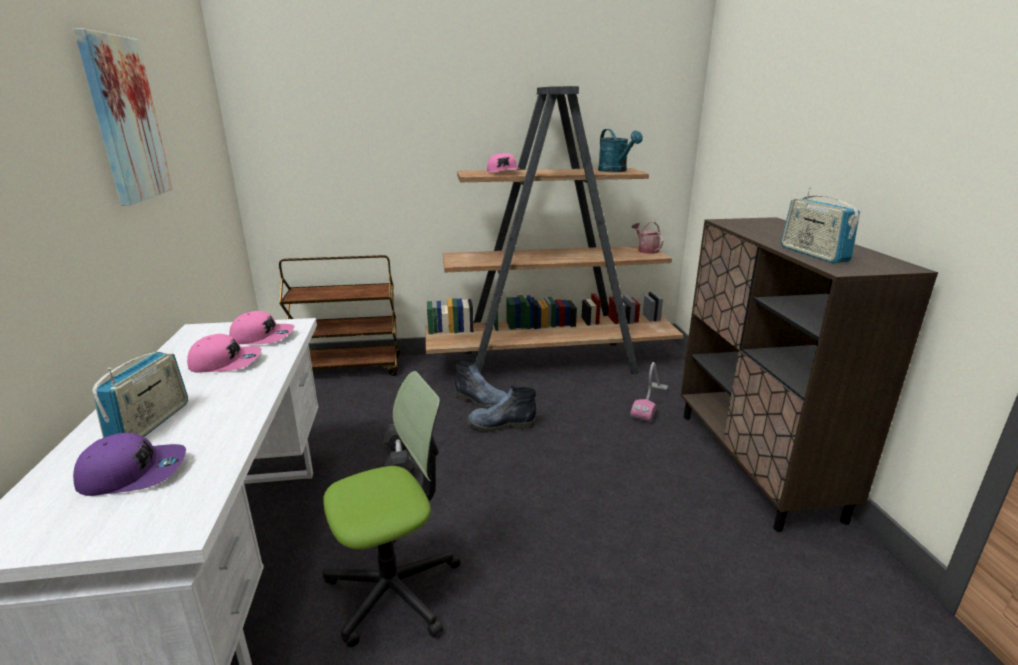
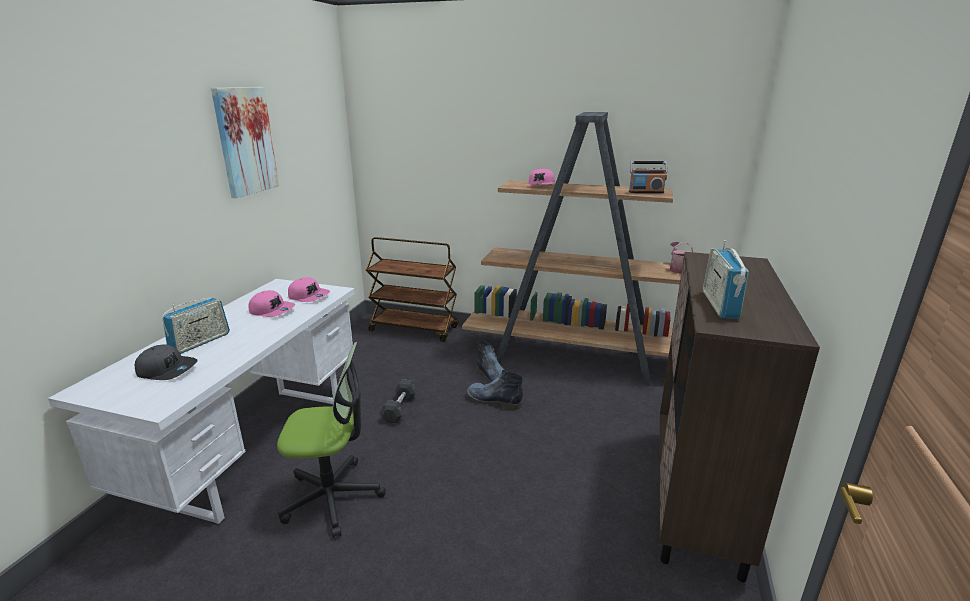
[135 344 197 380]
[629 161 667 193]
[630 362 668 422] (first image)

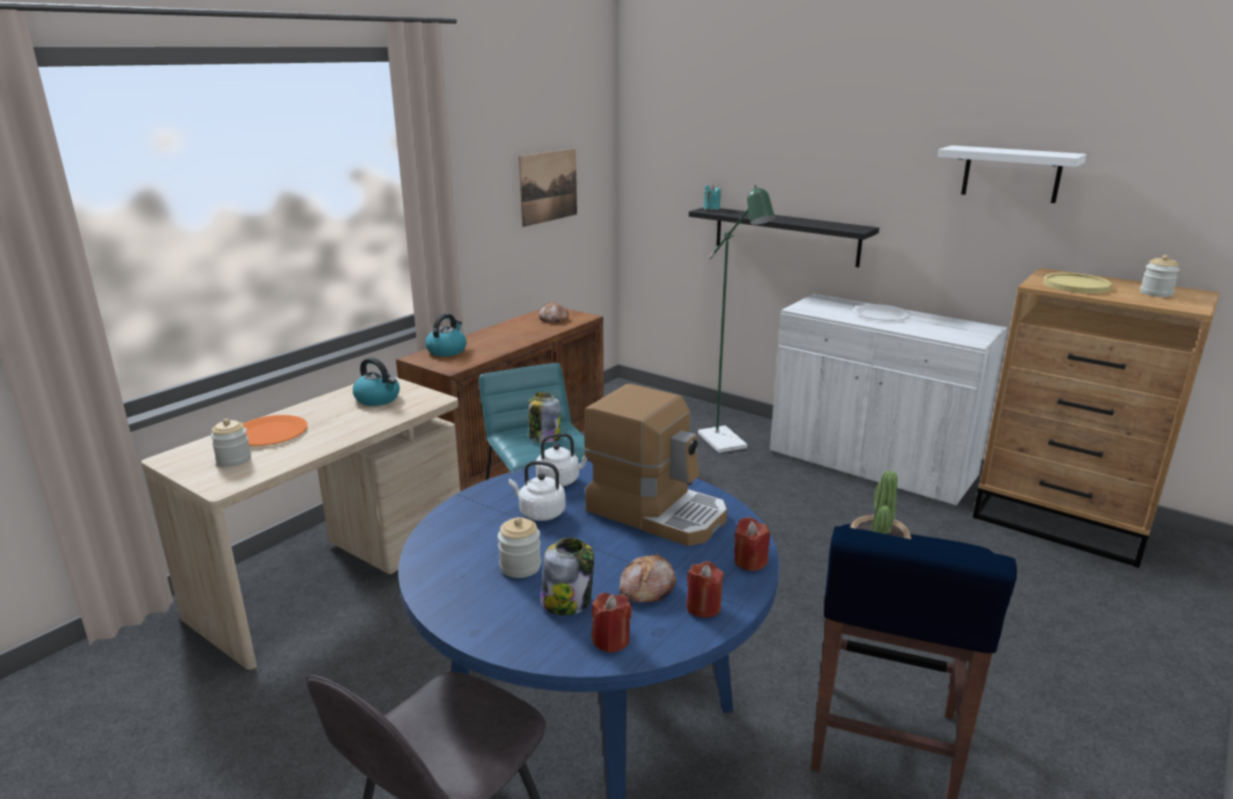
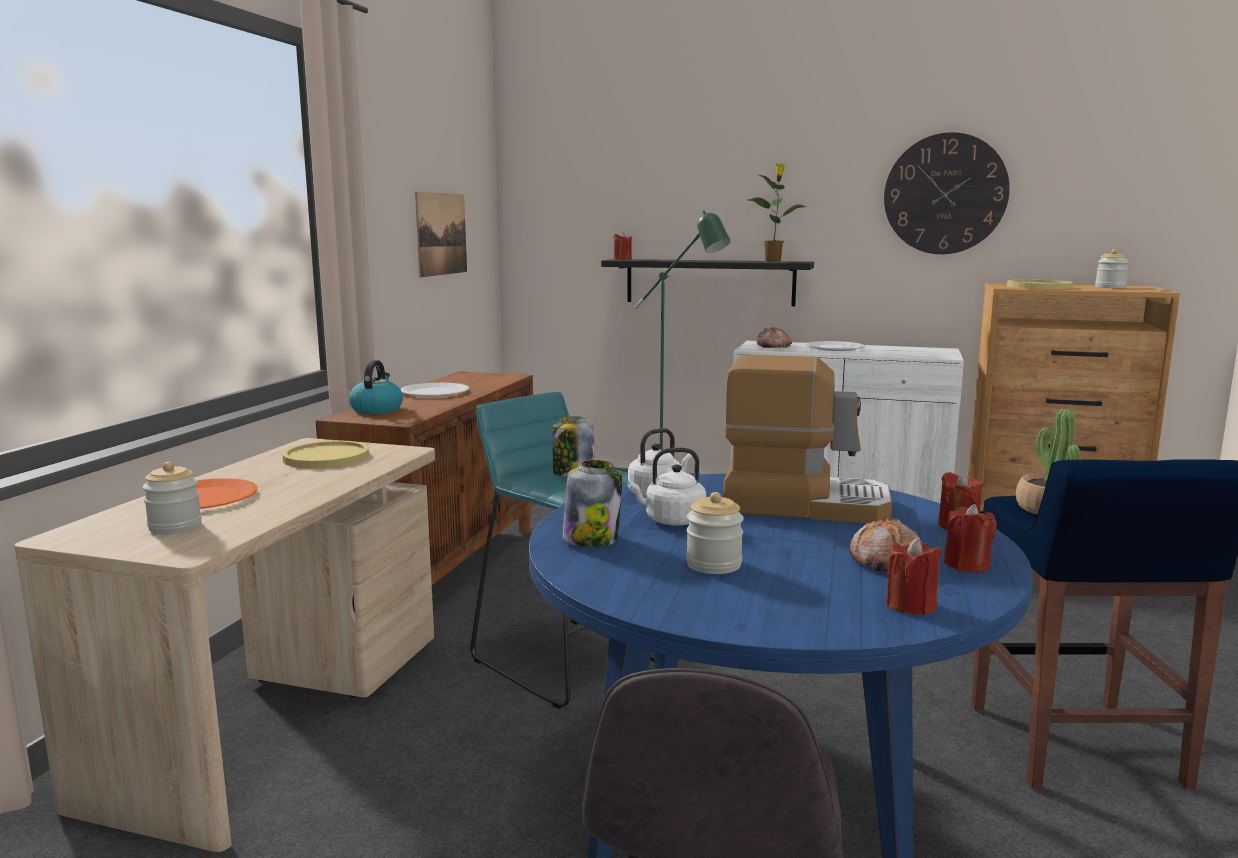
[282 441 369 468]
[400 383 469 397]
[562 460 622 547]
[614 232 632 260]
[749 163 807 262]
[757 327 792 348]
[884 132 1010 254]

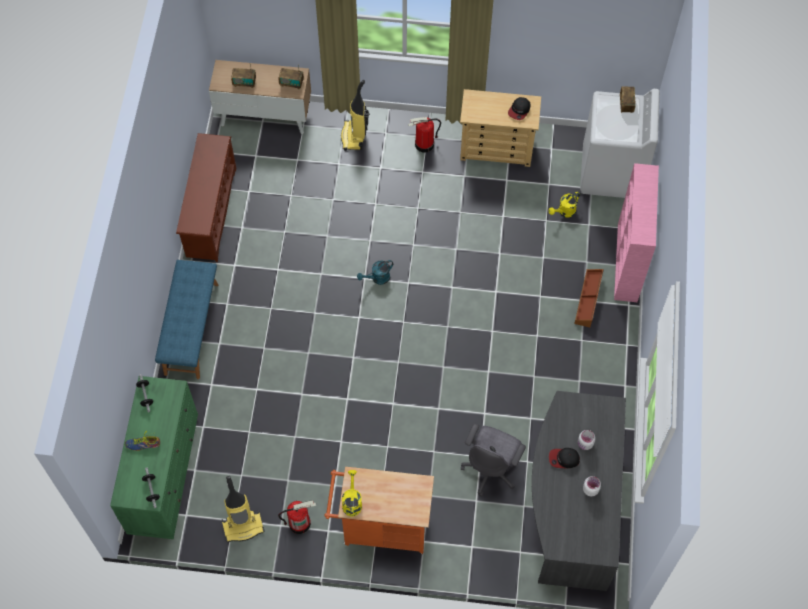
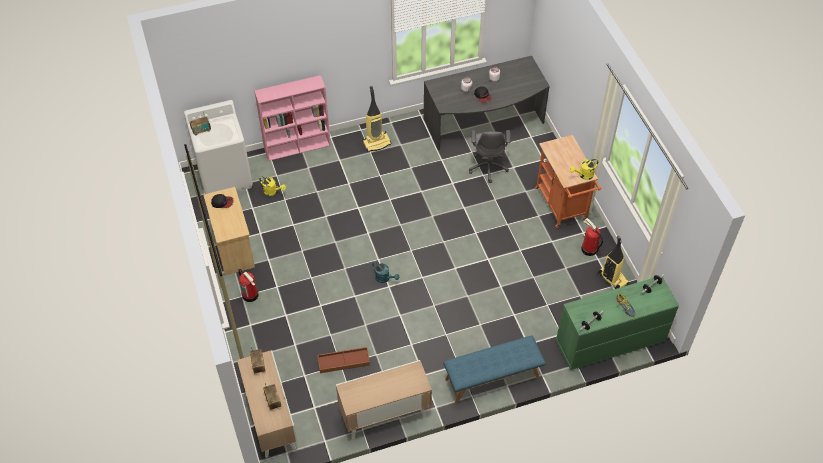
[318 347 370 373]
[336 360 432 439]
[363 86 392 152]
[469 130 511 183]

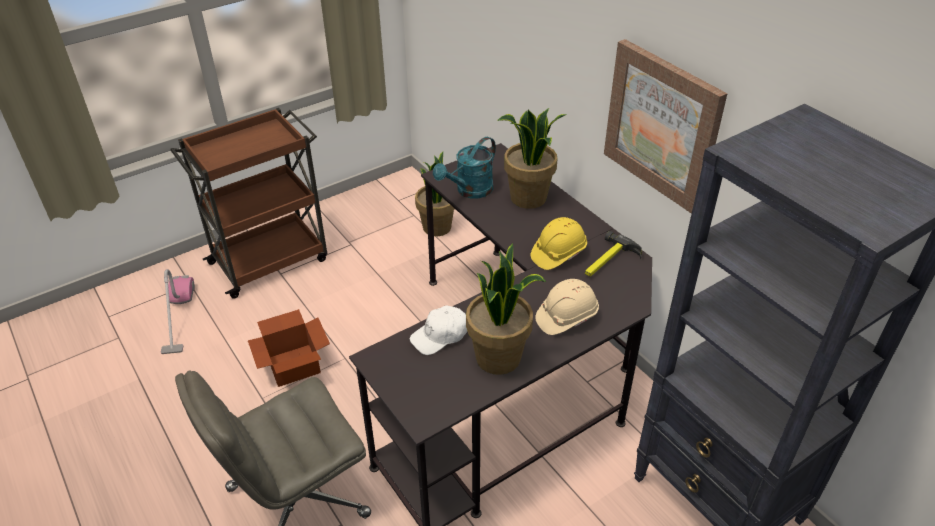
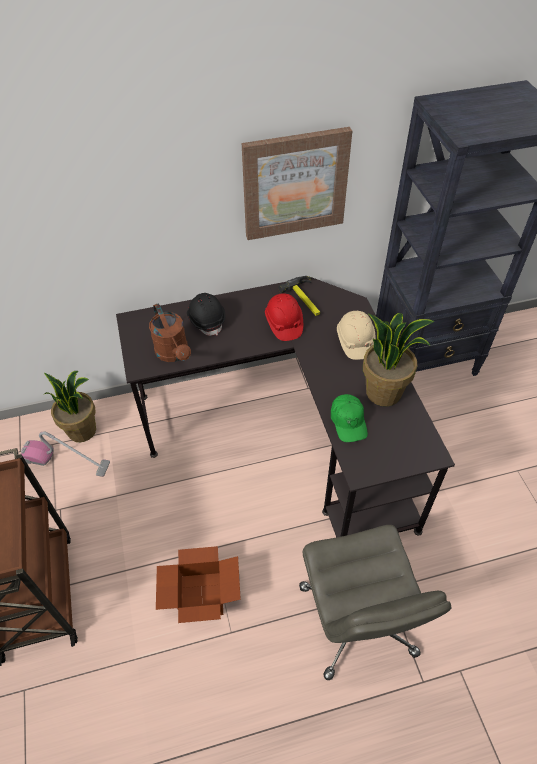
[21 431 110 477]
[149 304 191 362]
[187 293 226 335]
[265 293 303 341]
[331 394 368 442]

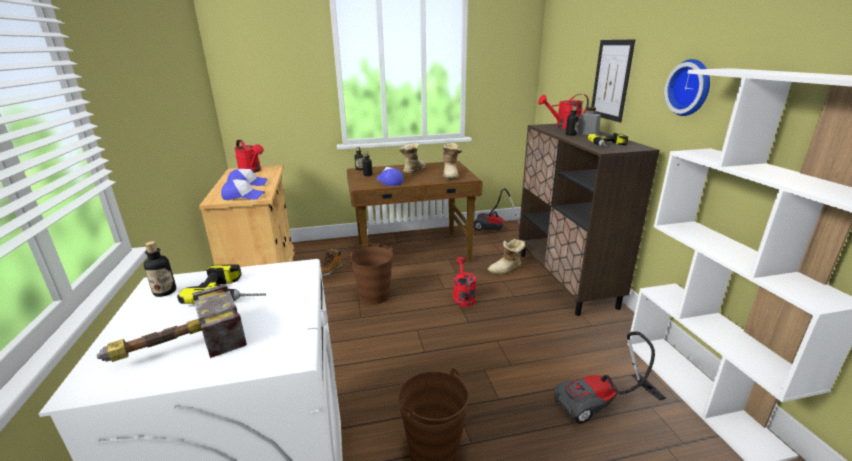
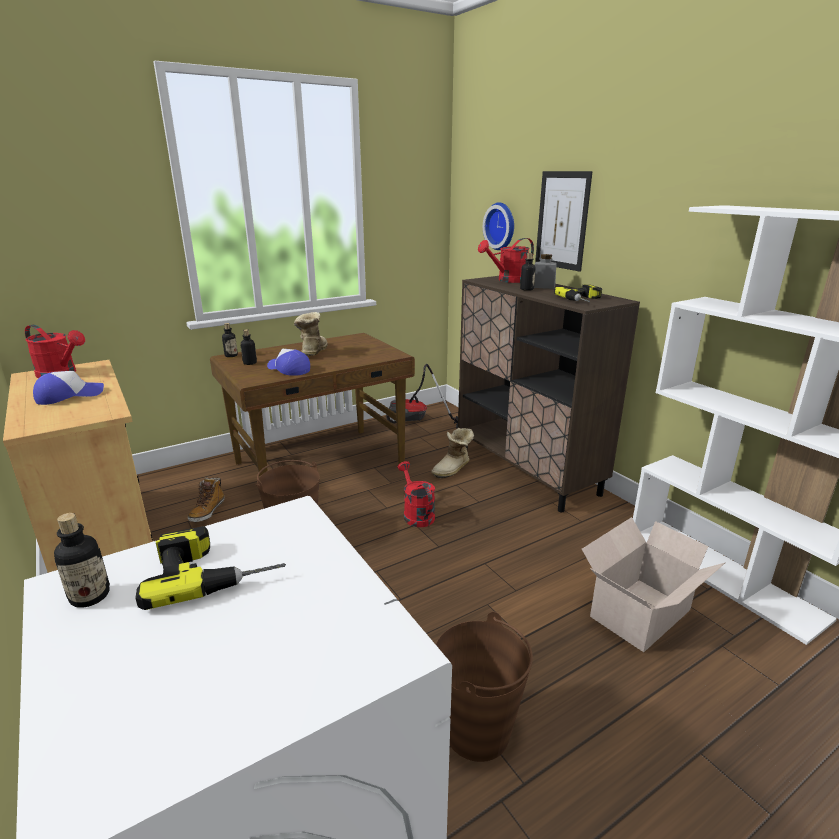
[483 202 514 250]
[582 517 726 652]
[97 284 247 362] (first image)
[221 179 265 200] (first image)
[443 143 462 180] (first image)

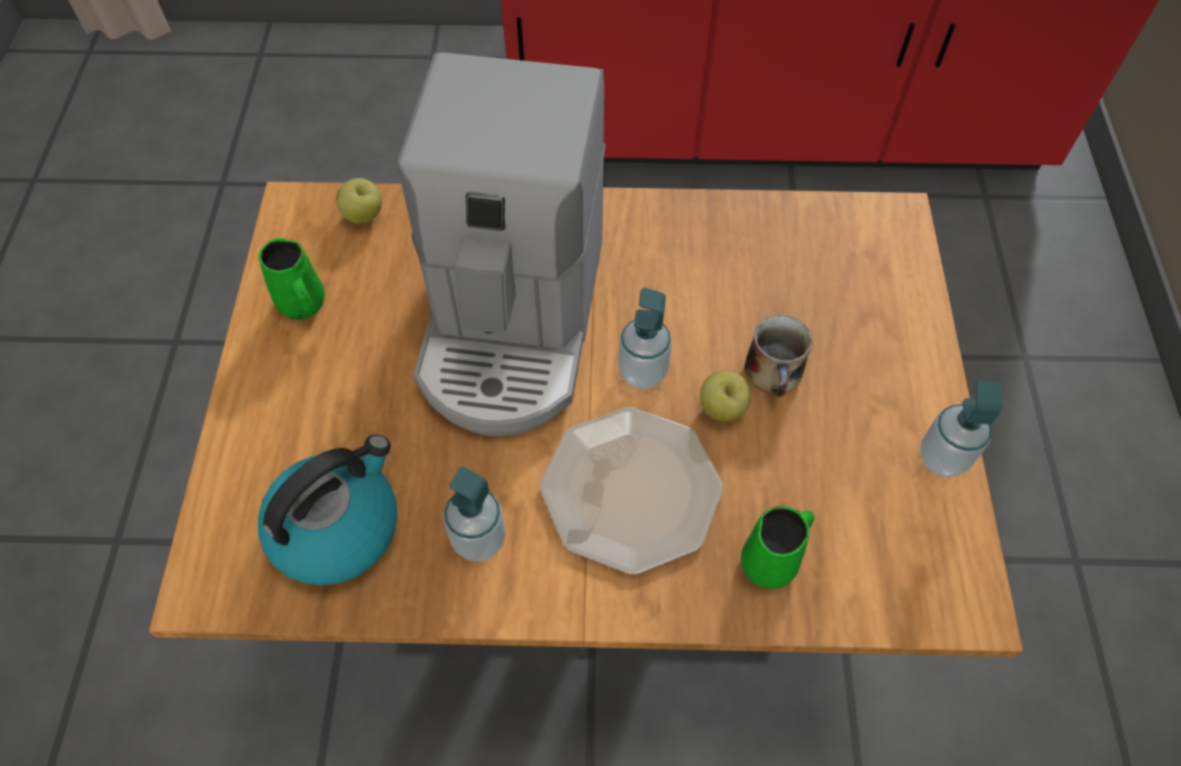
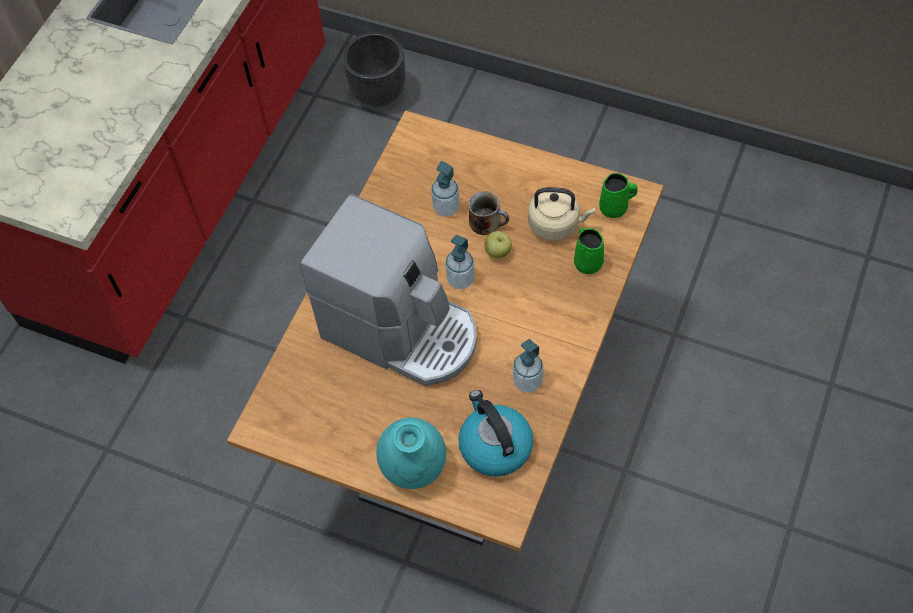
[342 32 405 107]
[376 418 446 489]
[431 161 460 217]
[528 187 595 241]
[599 173 638 218]
[336 178 382 223] (first image)
[540 407 723 575] (first image)

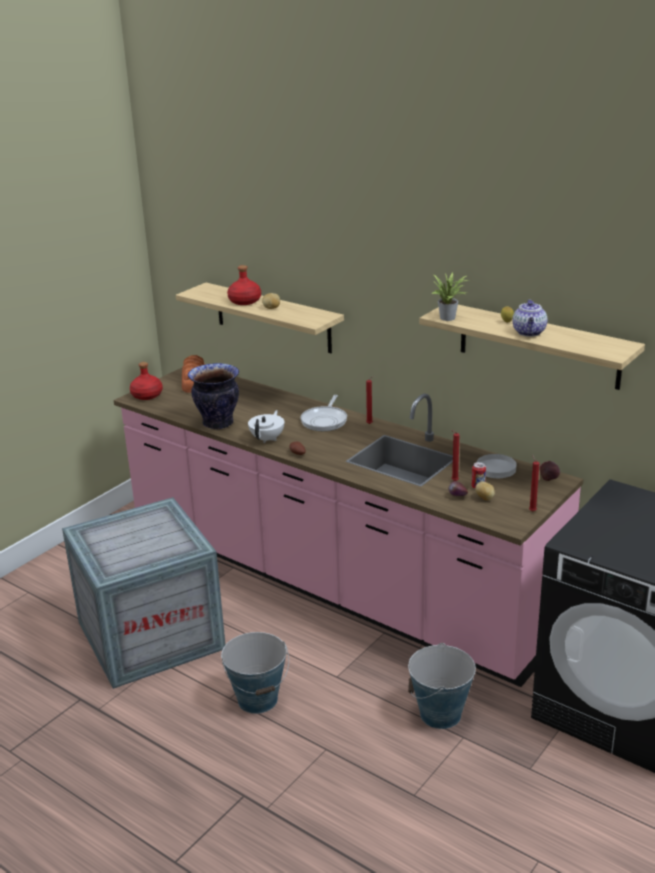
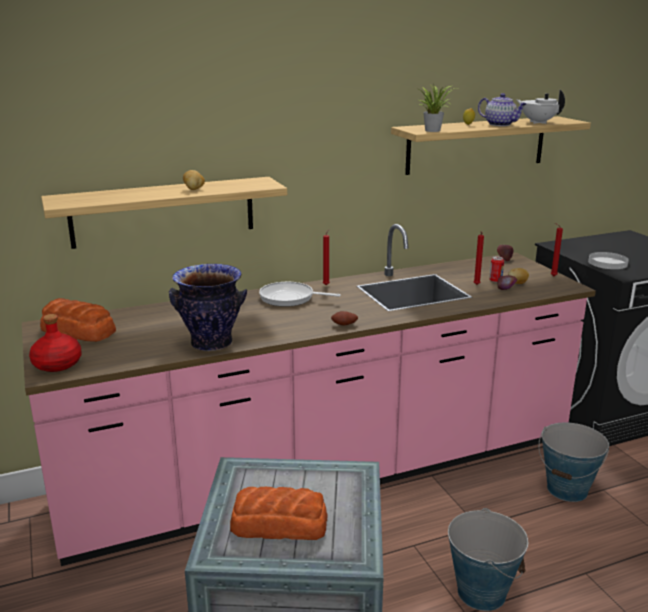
[230 487 327 540]
[259 282 341 307]
[517 90 565 124]
[588 252 629 269]
[227 265 261 305] (first image)

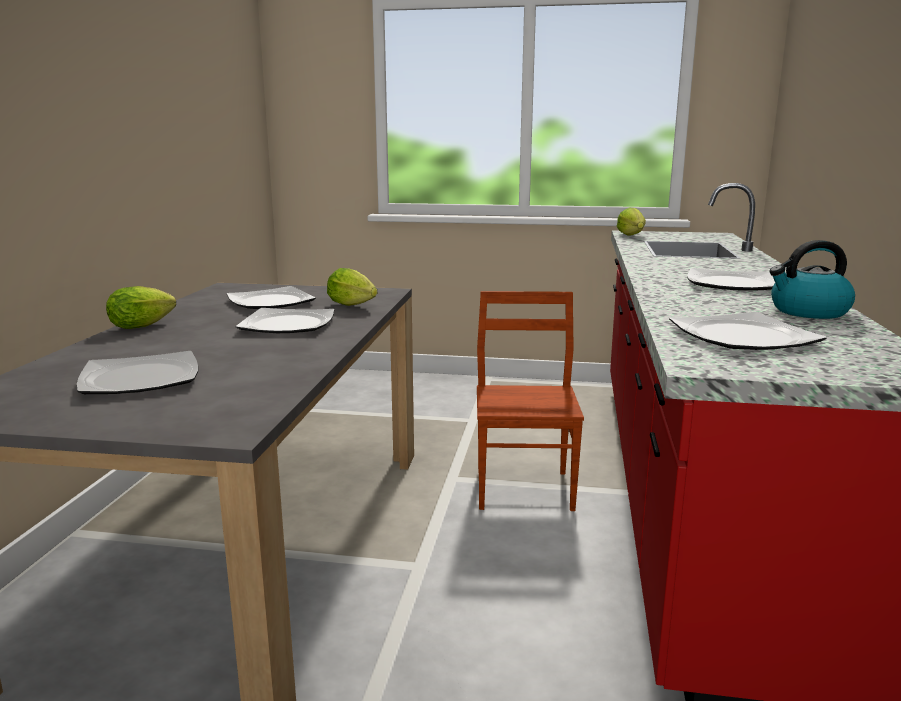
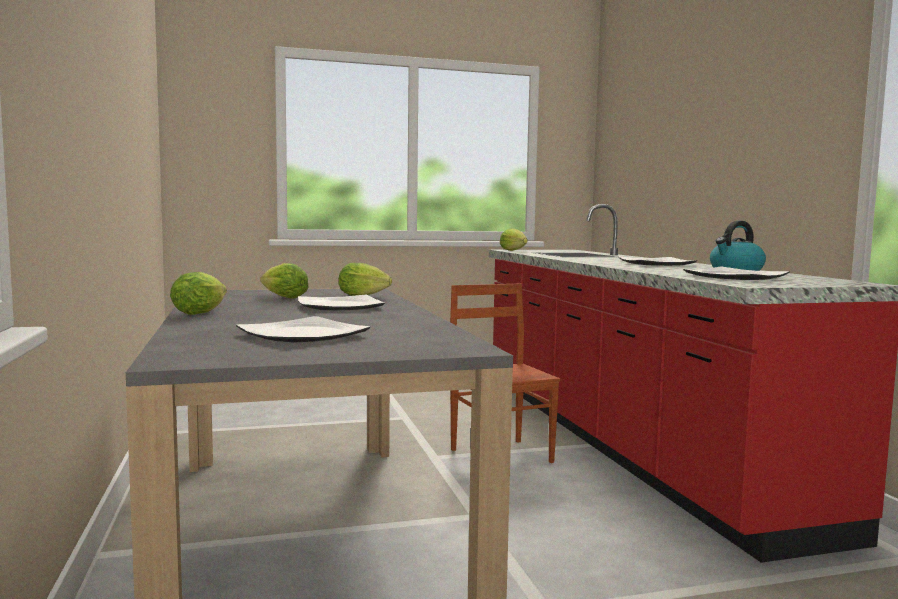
[260 263 308 299]

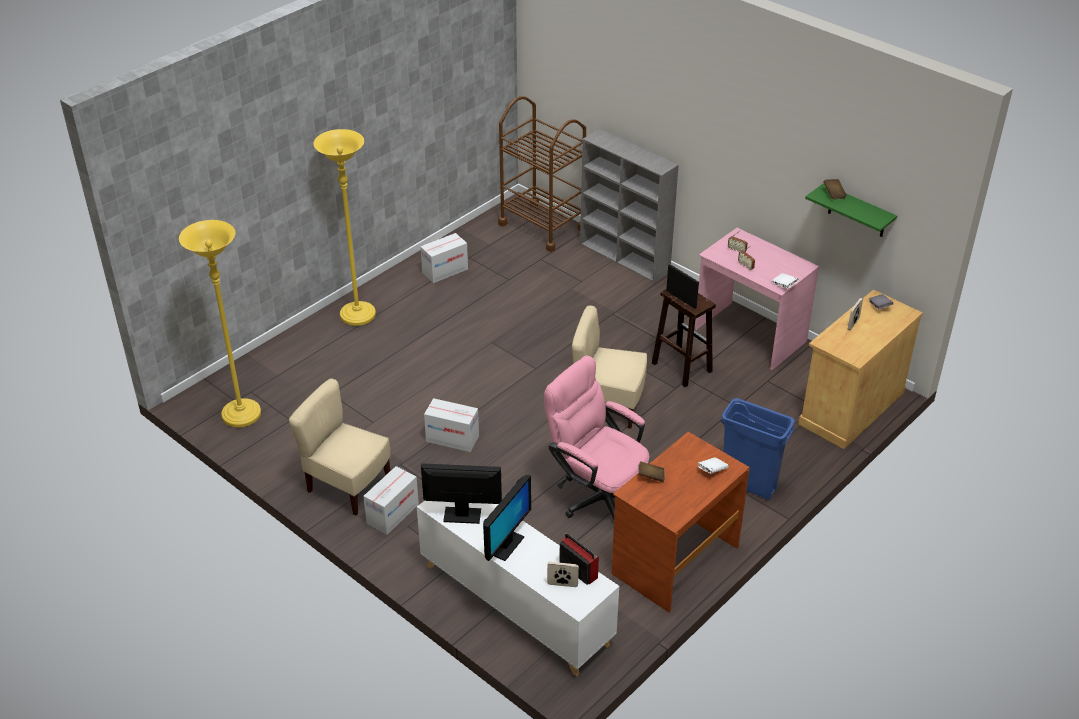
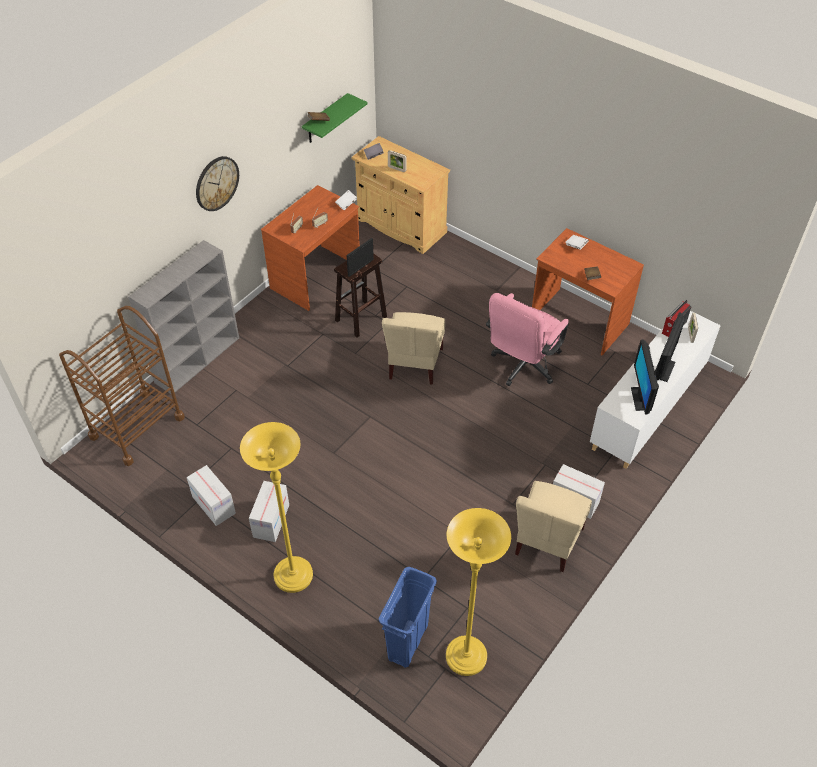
[196 156 239 211]
[249 481 289 542]
[261 185 360 311]
[379 567 437 668]
[655 312 684 382]

